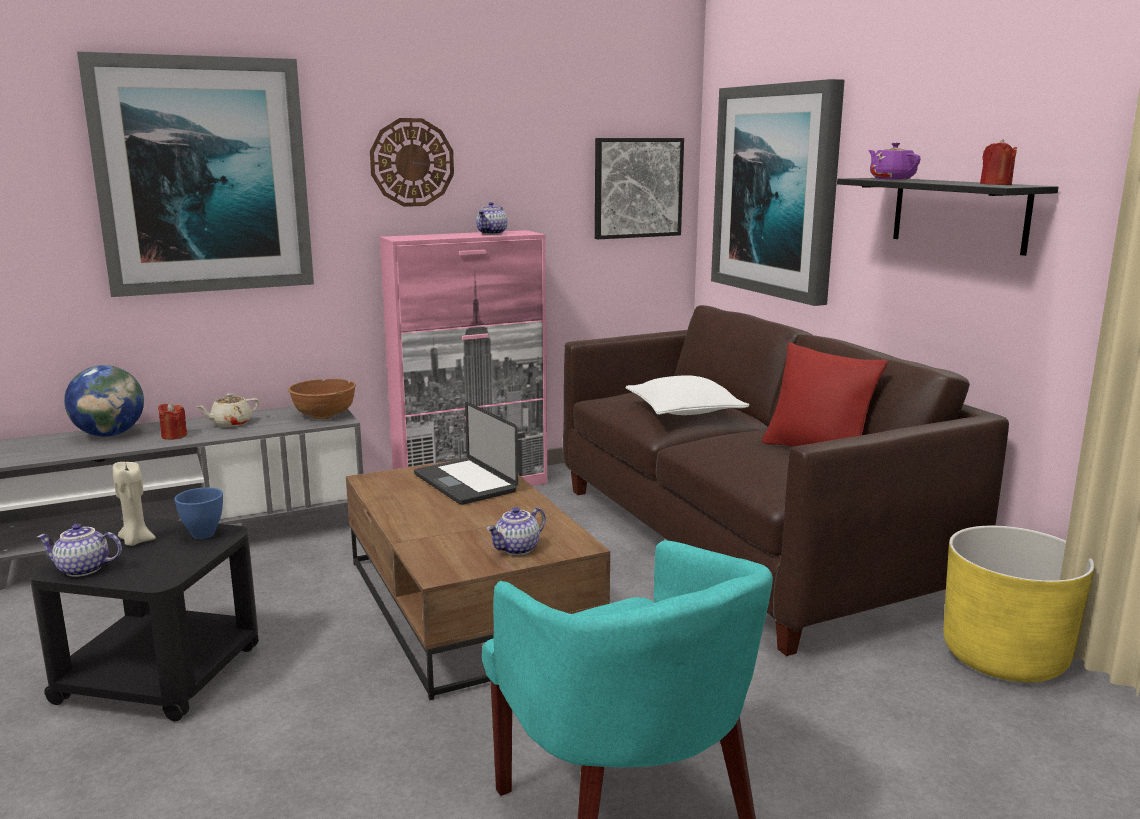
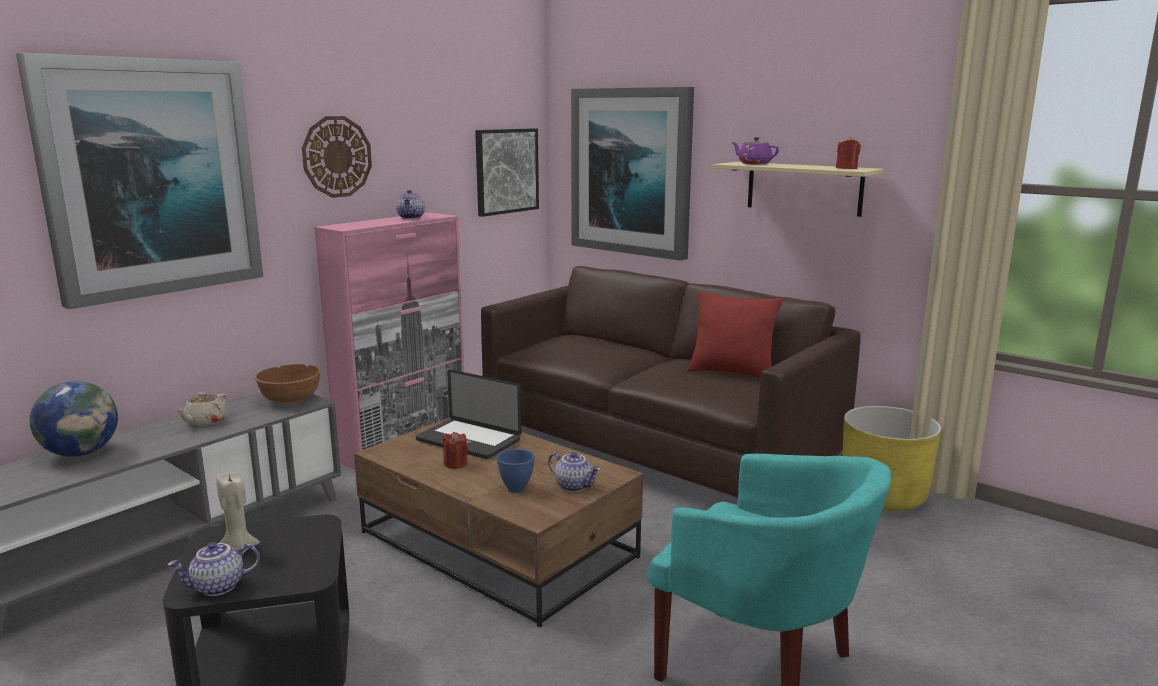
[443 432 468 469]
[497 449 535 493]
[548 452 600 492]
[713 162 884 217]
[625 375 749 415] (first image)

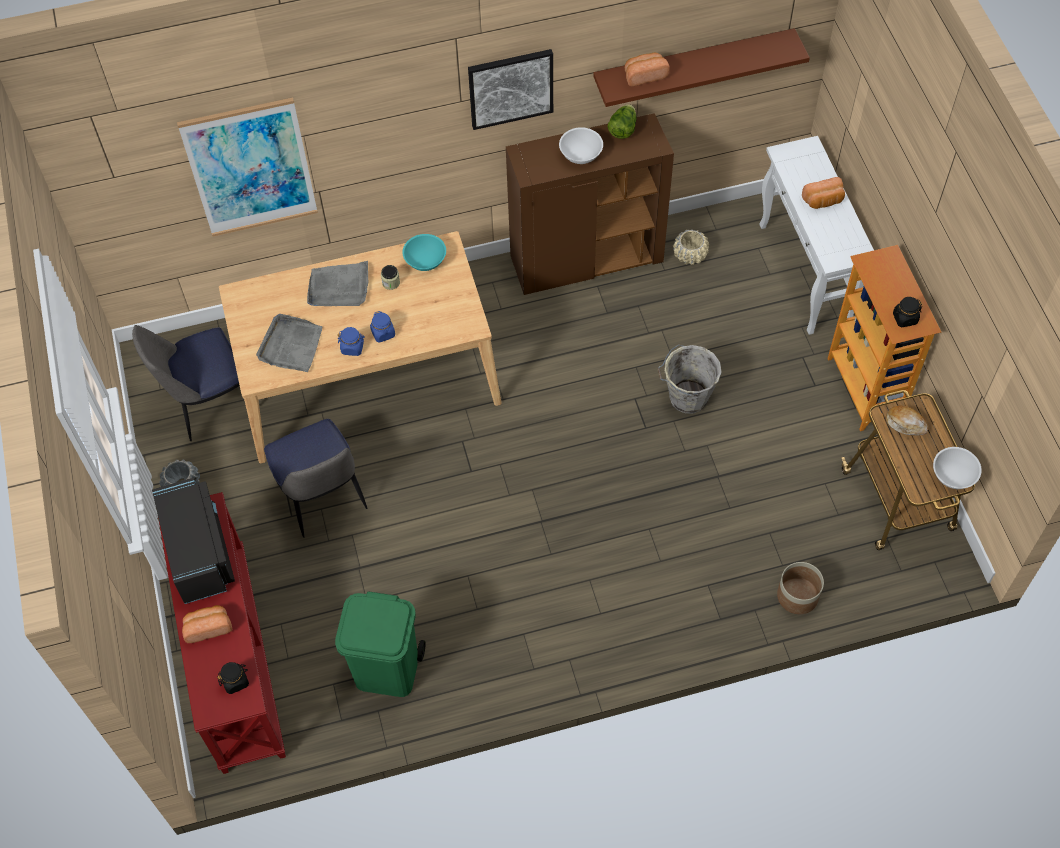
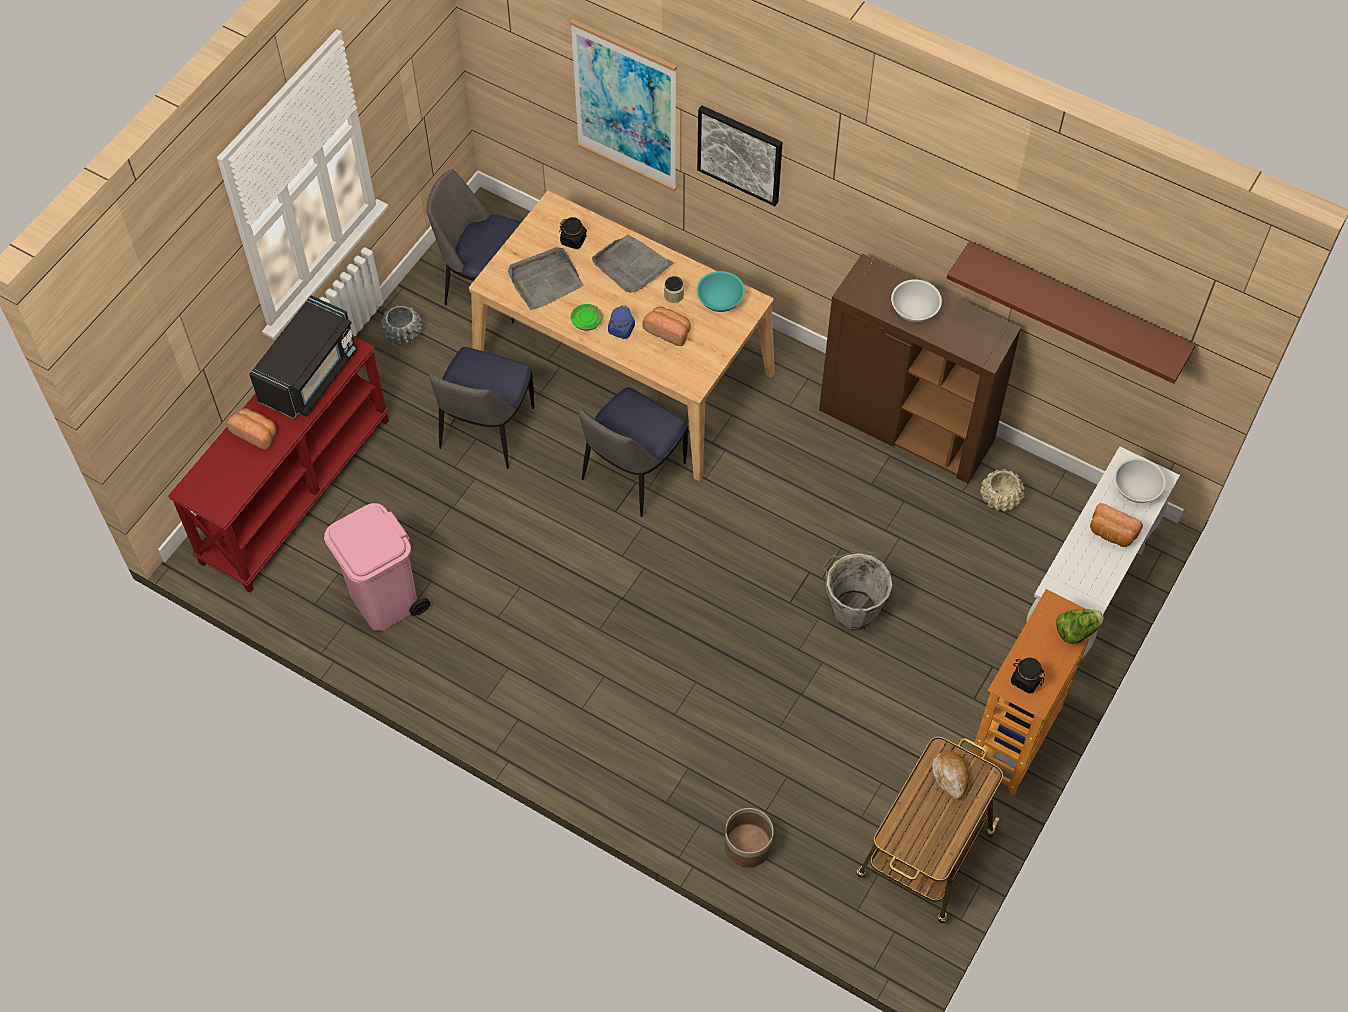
[324 503 430 631]
[559 217 587 249]
[571 304 603 331]
[578 387 688 517]
[642 307 691 346]
[697 105 783 206]
[1056 609 1104 644]
[1114 458 1166 503]

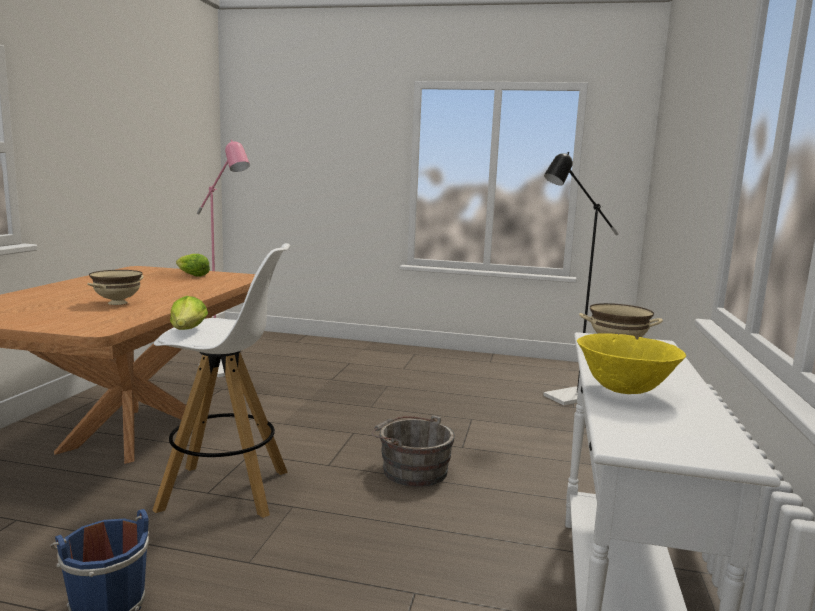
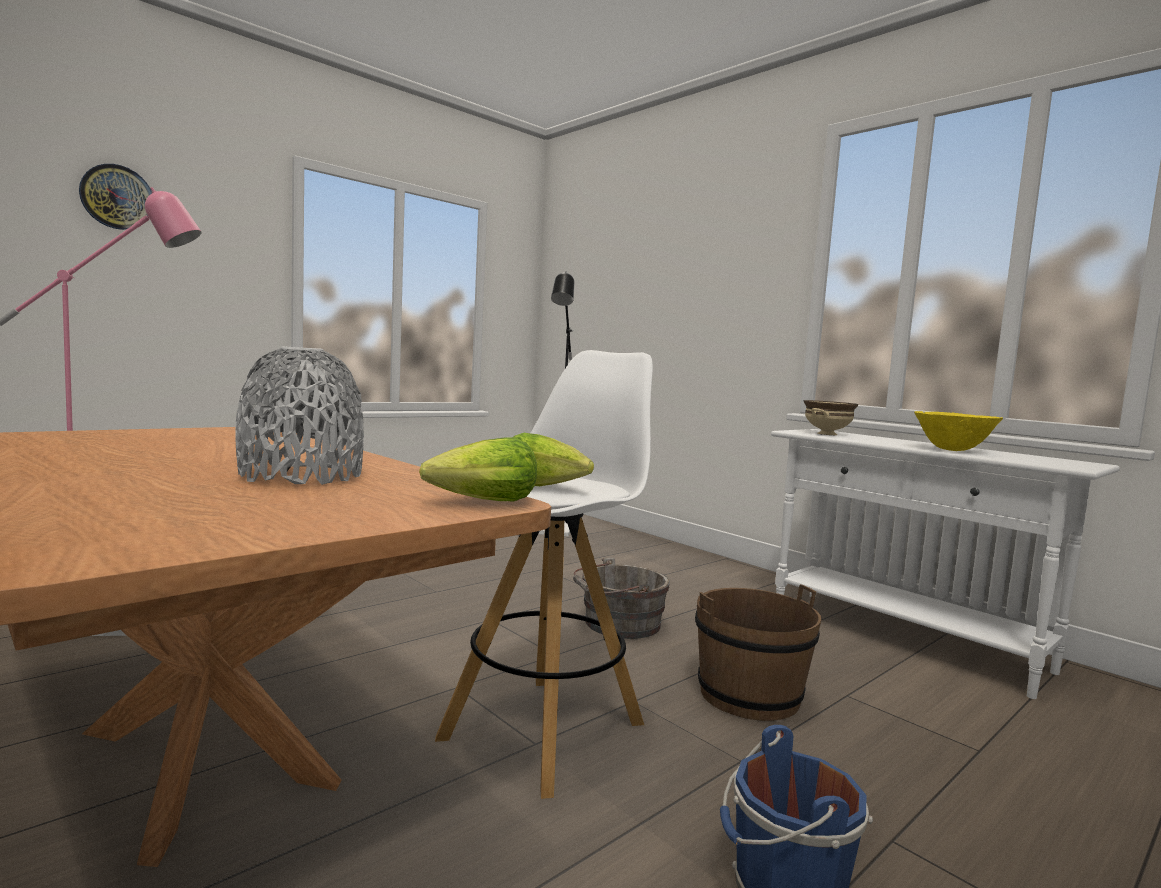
[79 164 152 230]
[235 346 364 485]
[419 437 537 502]
[695 584 821 721]

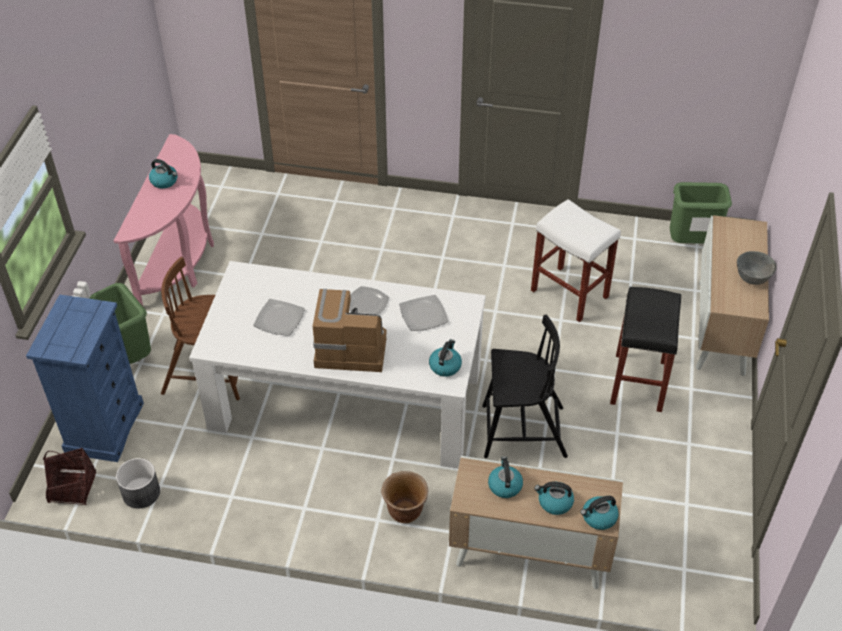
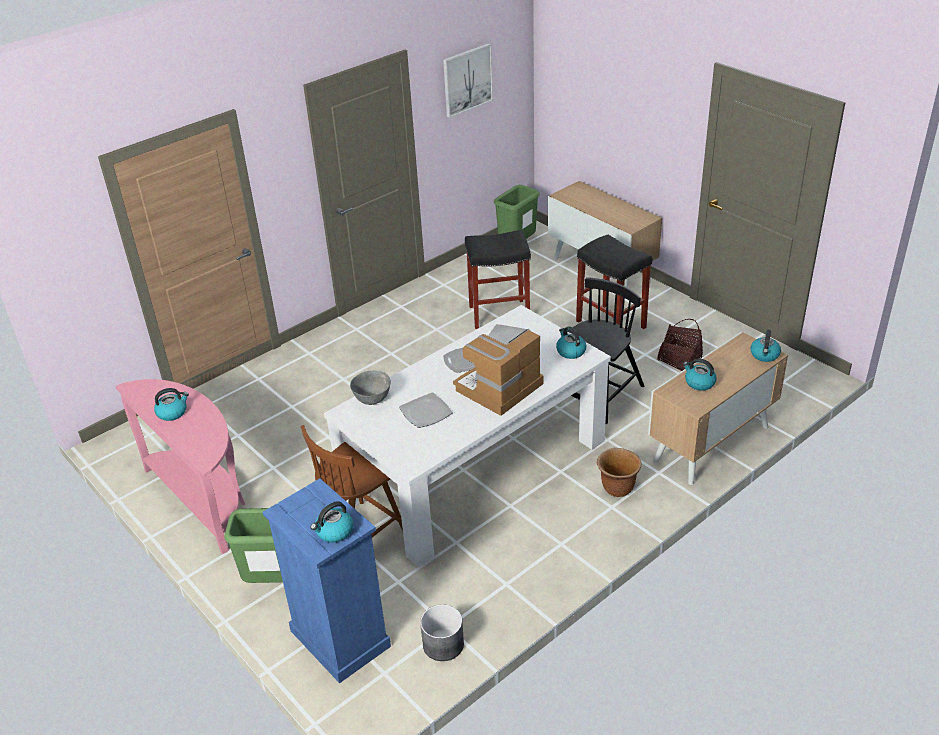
[311 502 353 543]
[350 371 391 405]
[443 43 493 118]
[465 230 531 329]
[657 319 703 371]

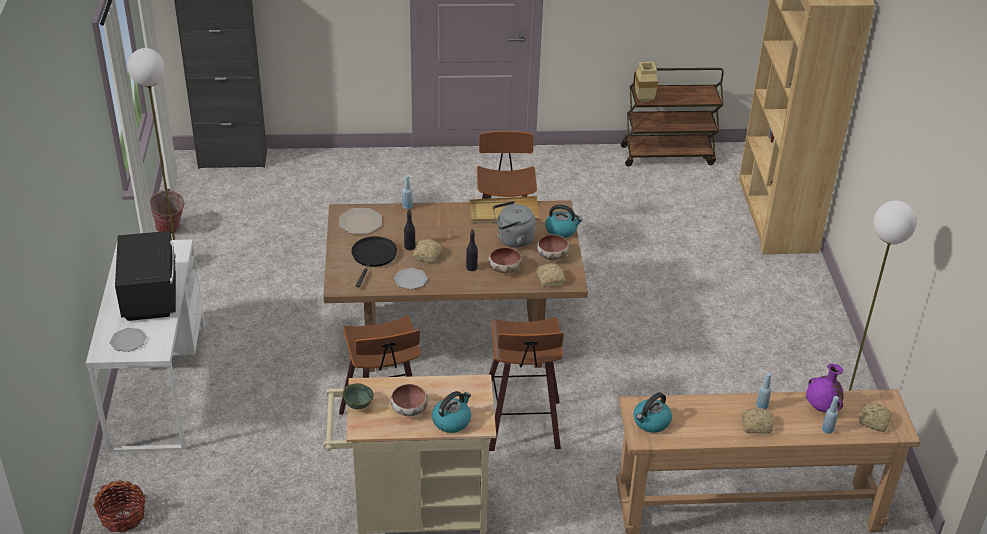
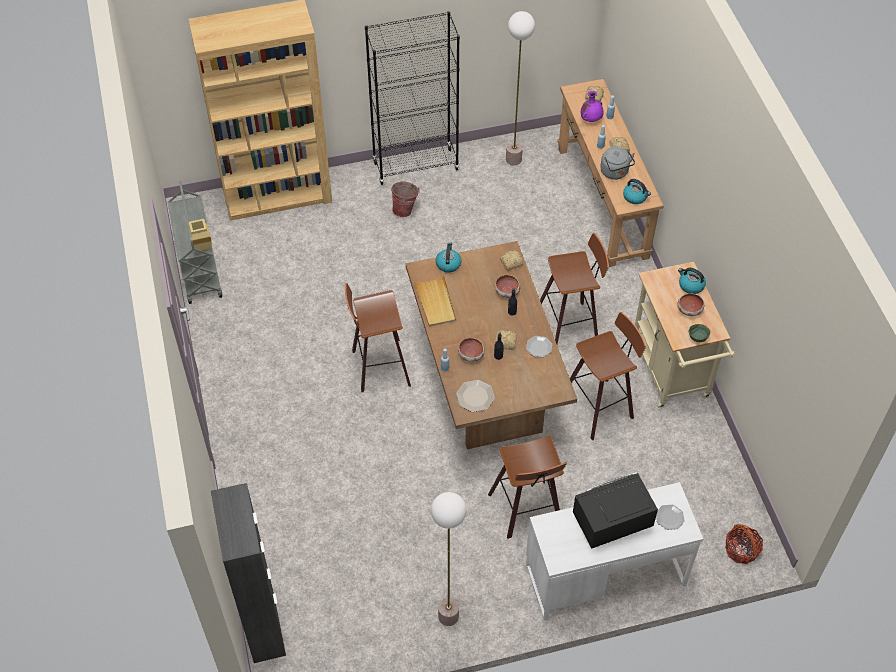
[167 181 223 304]
[365 11 460 185]
[391 182 420 217]
[458 338 485 362]
[488 435 567 539]
[600 147 635 180]
[351 236 397 287] (first image)

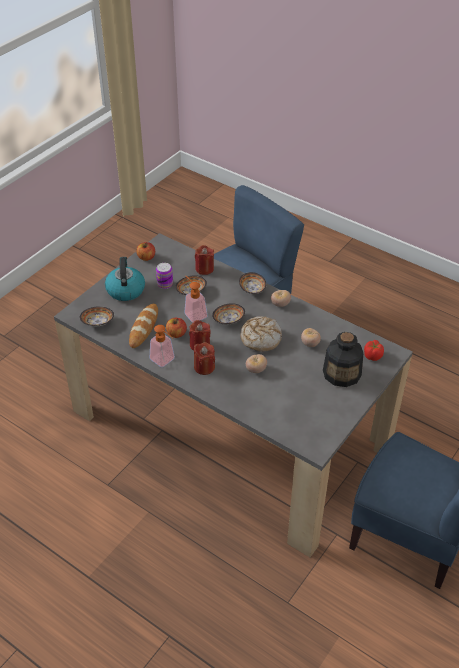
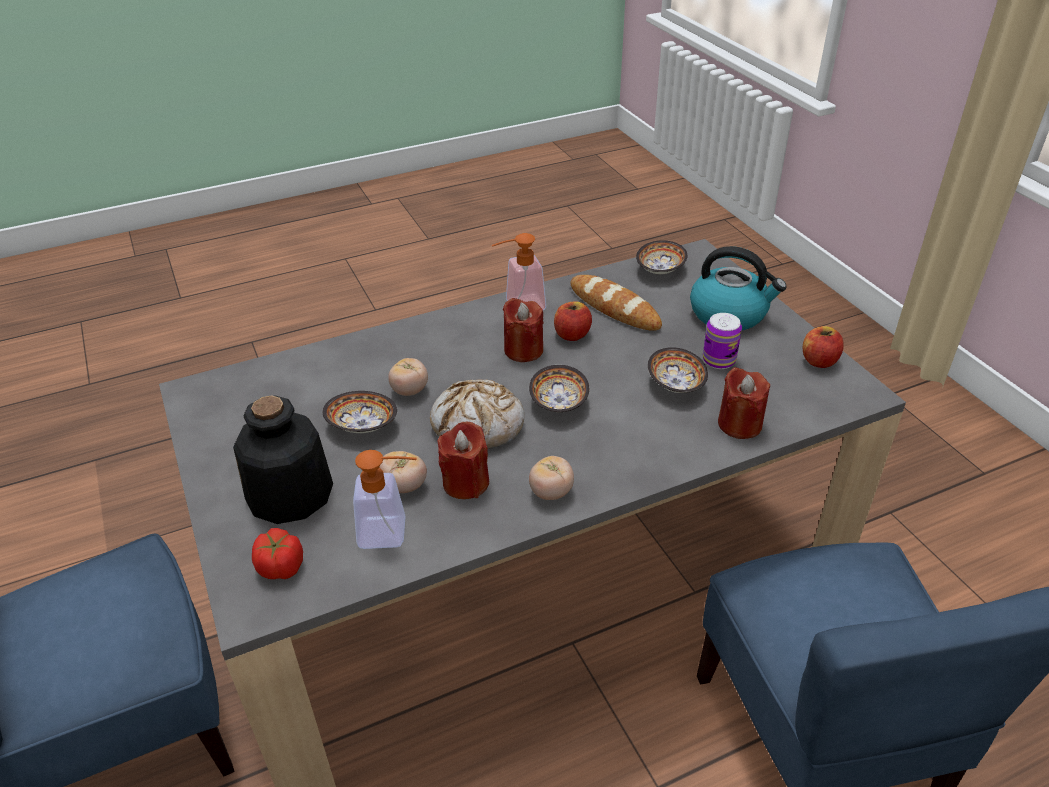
[323 391 397 433]
[353 450 417 549]
[437 422 489 499]

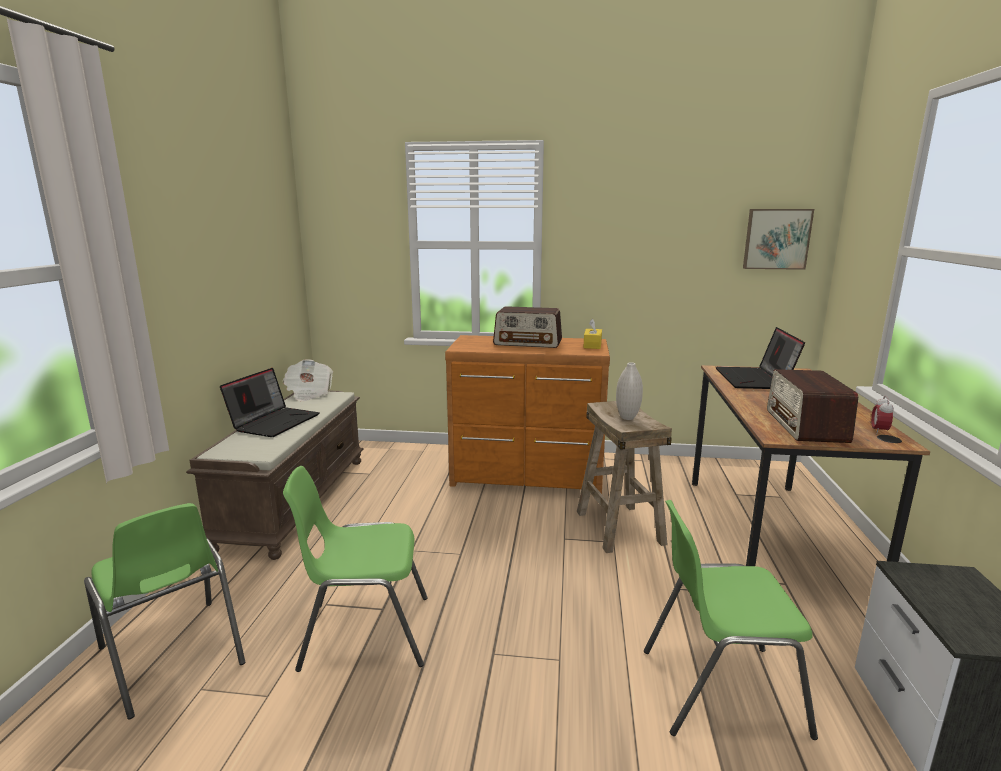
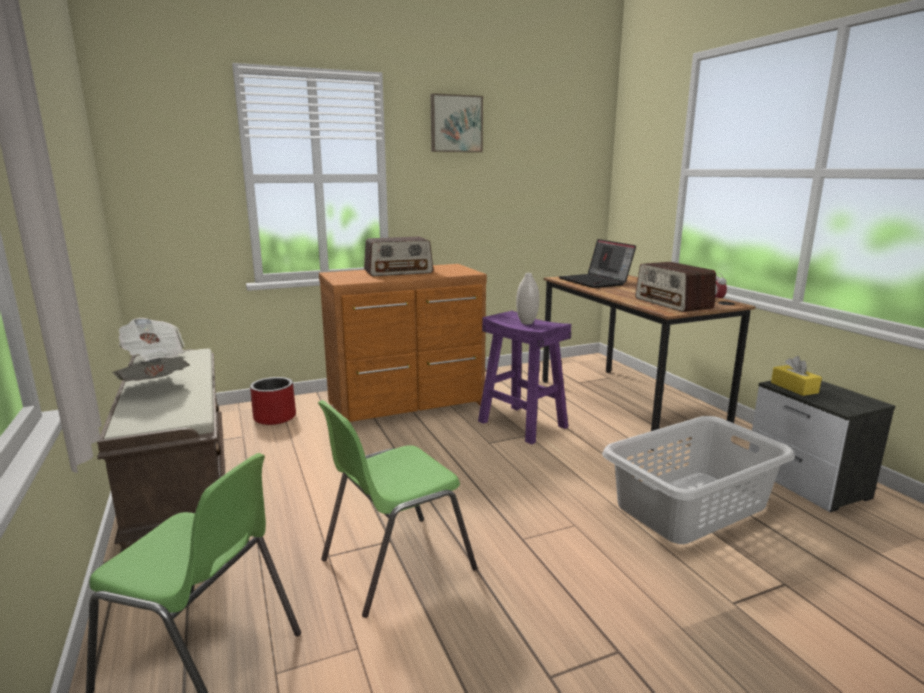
[112 358 190 381]
[250 377 296 425]
[431 93 483 152]
[478 310 571 444]
[602 416 795 544]
[771 356 822 396]

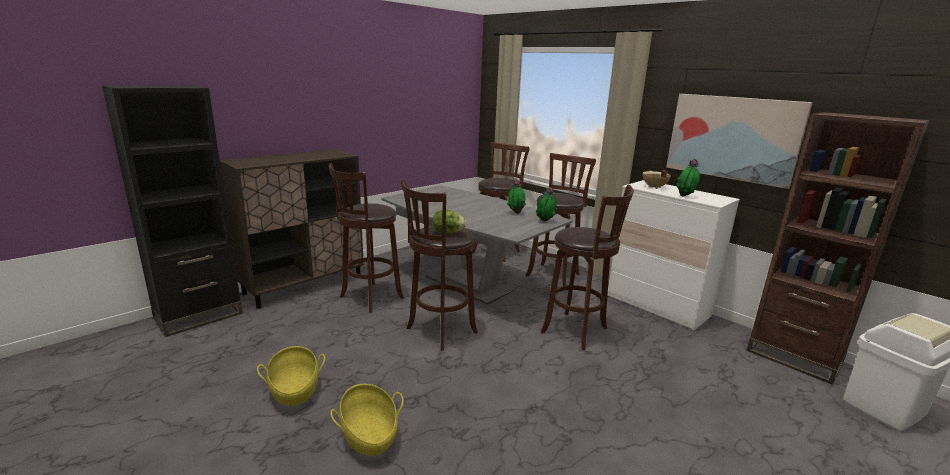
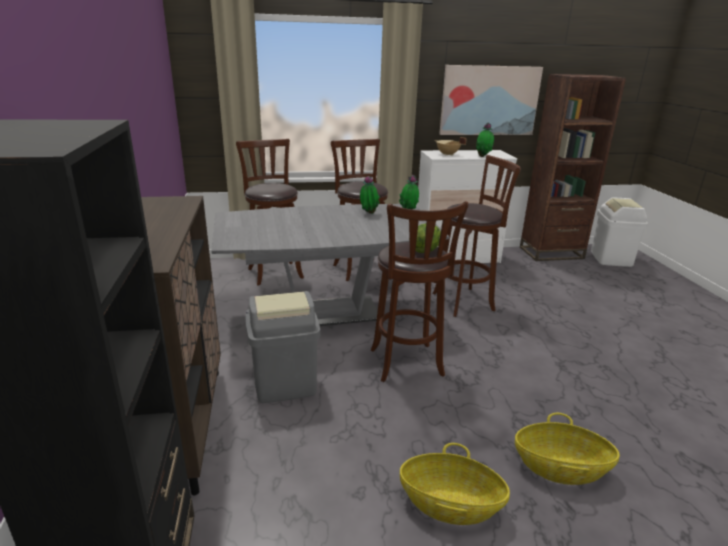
[245 291 320 403]

